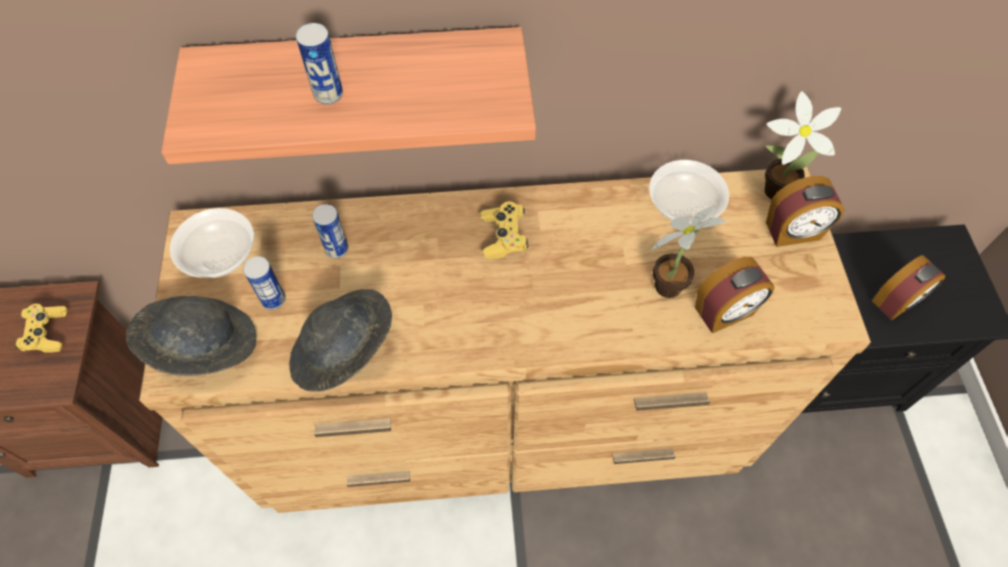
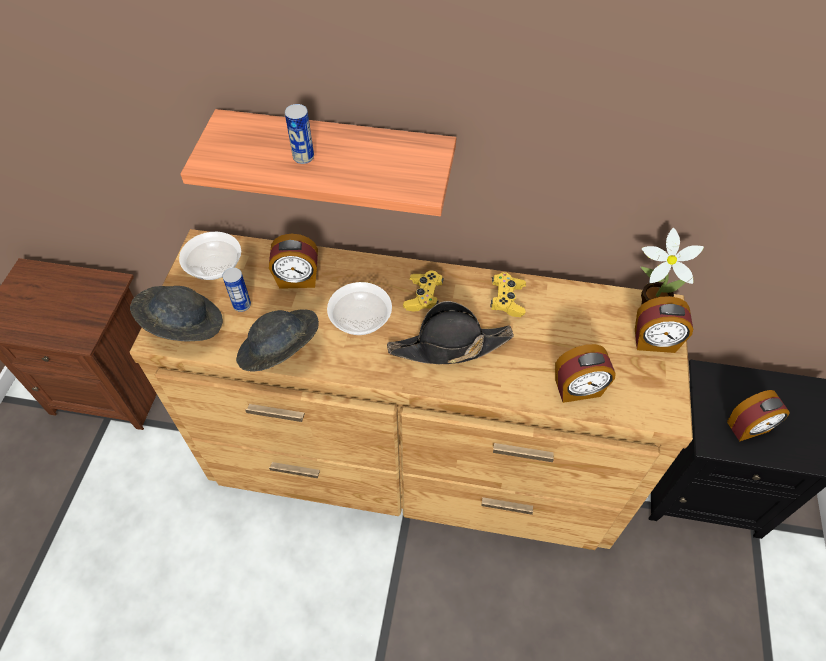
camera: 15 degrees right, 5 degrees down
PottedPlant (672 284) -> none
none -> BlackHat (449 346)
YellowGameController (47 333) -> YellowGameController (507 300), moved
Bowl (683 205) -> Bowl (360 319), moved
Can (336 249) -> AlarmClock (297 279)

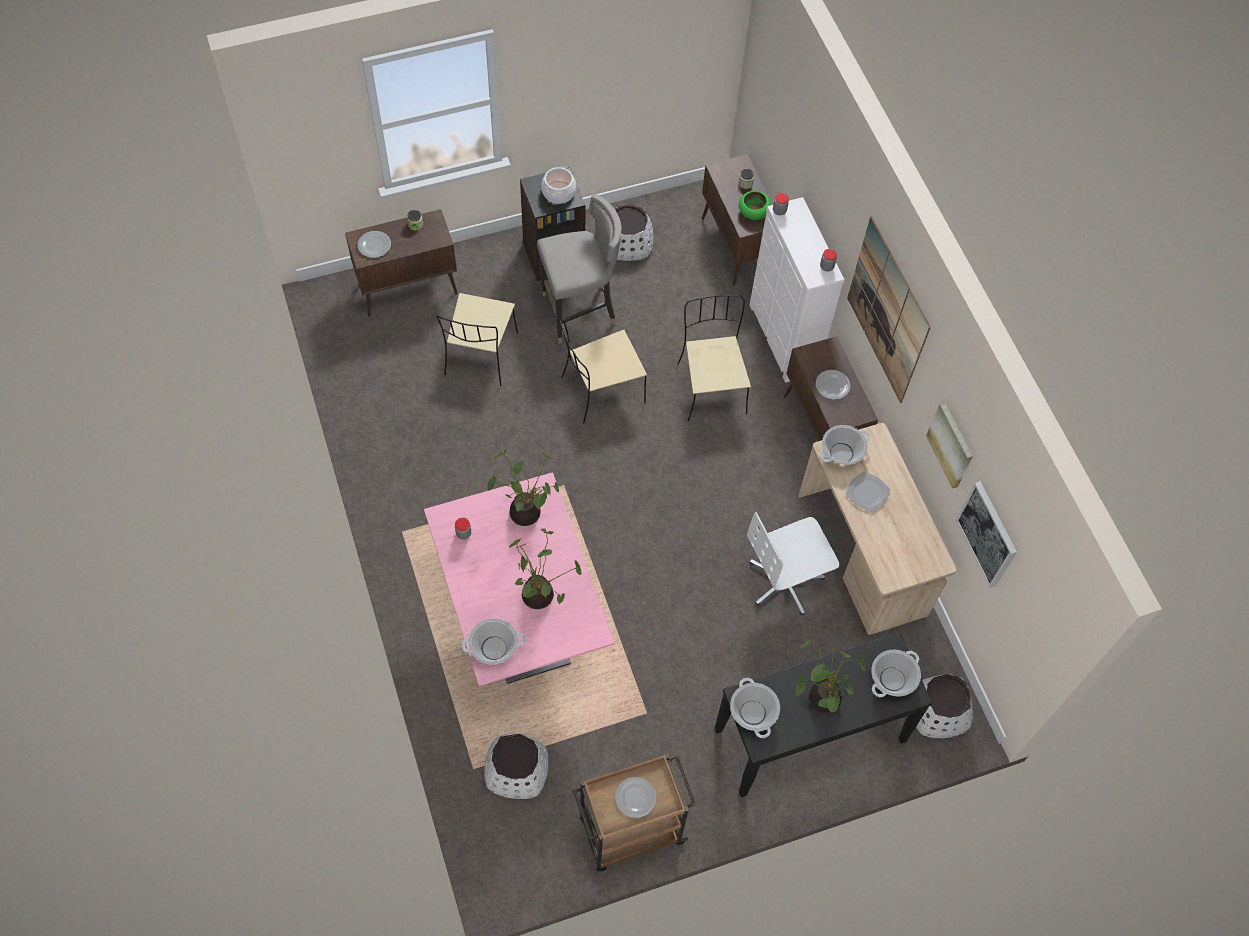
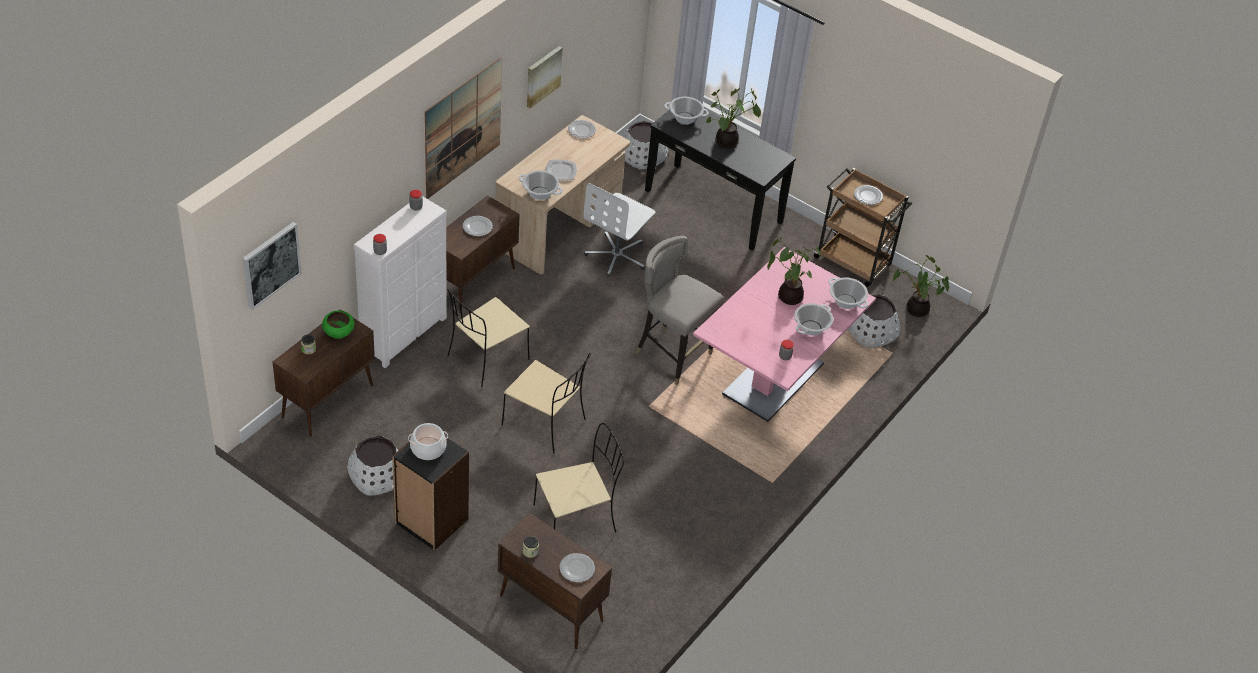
camera: 125 degrees left, 15 degrees down
none -> Plate (581 130)
PottedPlant (526 511) -> PottedPlant (915 310), moved
GreyStool (580 312) -> GreyStool (672 355), moved
CookingPot (753 712) -> CookingPot (811 327), moved
Picture (988 534) -> Picture (270 264), moved
WhiteOfficeChair (785 582) -> WhiteOfficeChair (617 256), 90 degrees clockwise

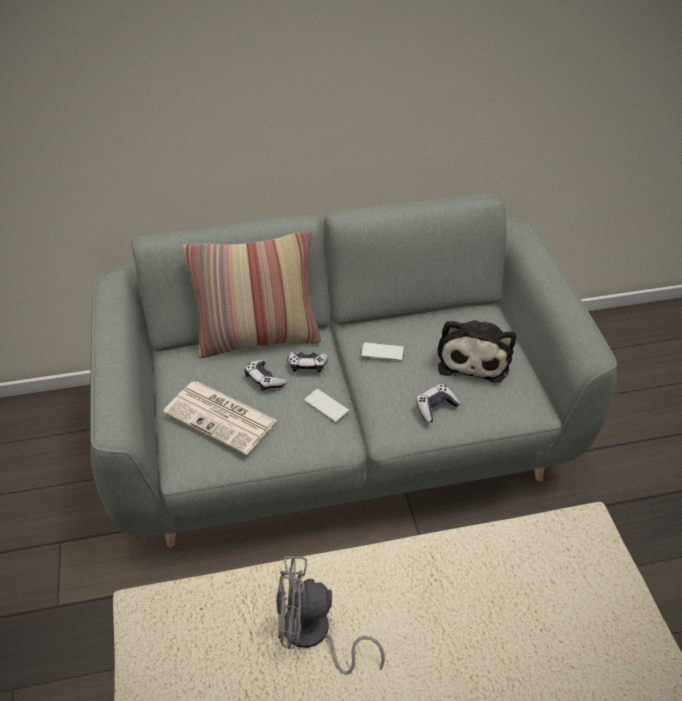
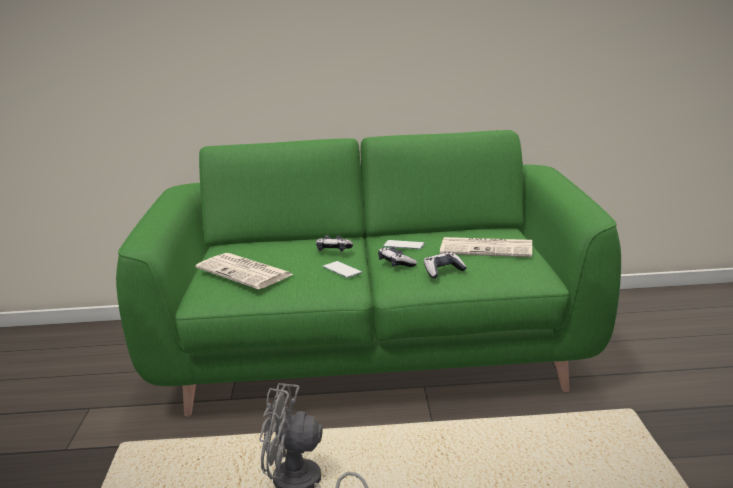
camera: 10 degrees right, 25 degrees down
Pillow (258 338) -> none
GameController (264 380) -> GameController (396 263), moved
PlushToy (473 357) -> Newspaper (487 248)
GreySofa (340 437) -> GreenSofa (371 355)

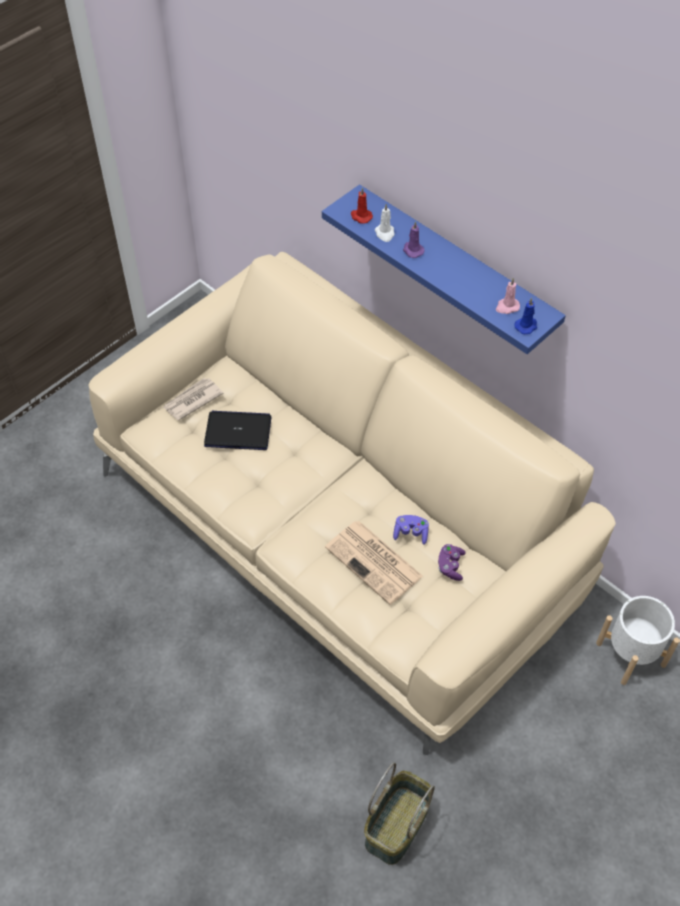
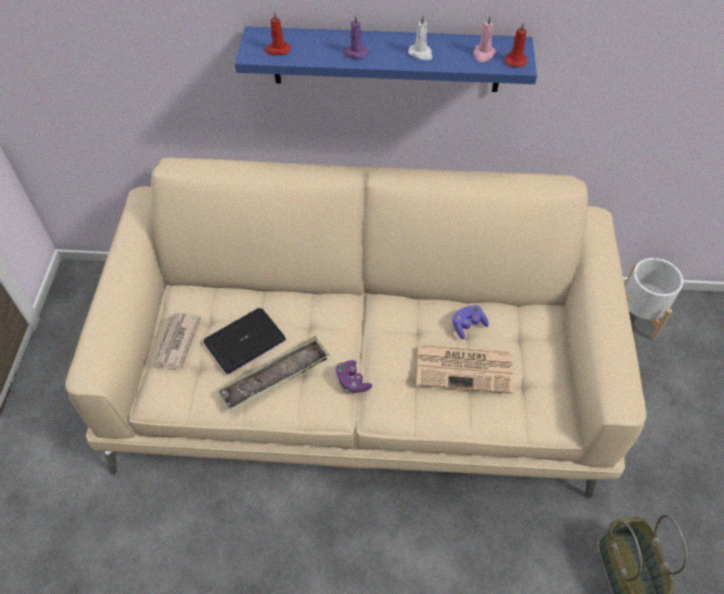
camera: 40 degrees left, 0 degrees up
none -> Tray (275 377)
WhiteCandle (385 234) -> WhiteCandle (421 53), moved
PurpleGameController (450 566) -> PurpleGameController (352 381), moved
BlueCandle (526 326) -> RedCandle (515 60)

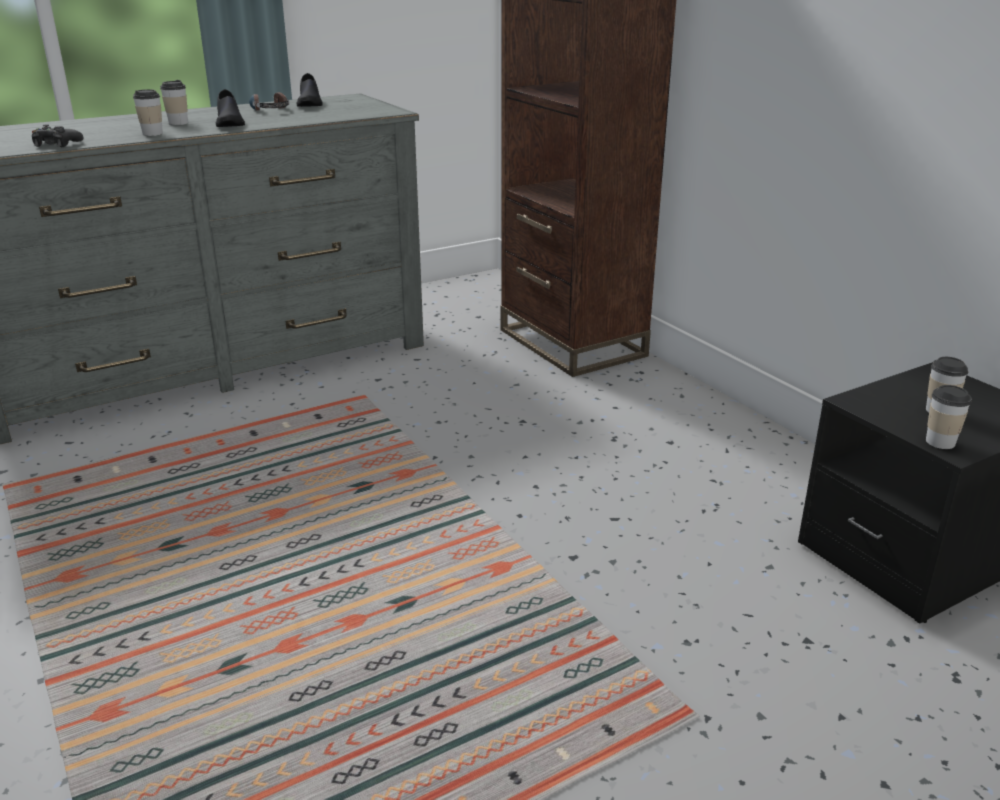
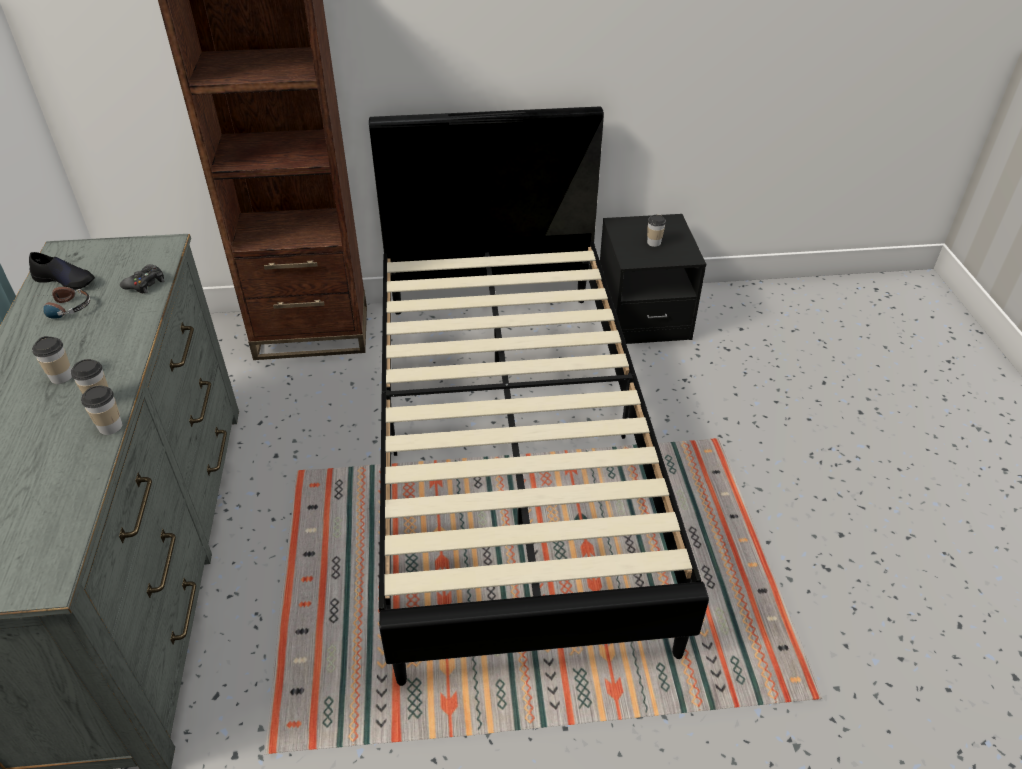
camera: 65 degrees left, 15 degrees up
BlackShoe (230 123) -> none
none -> BlackBed (511 447)
BlackGameController (56 144) -> BlackGameController (145 284), moved
Cup (940 442) -> Cup (110 427), moved

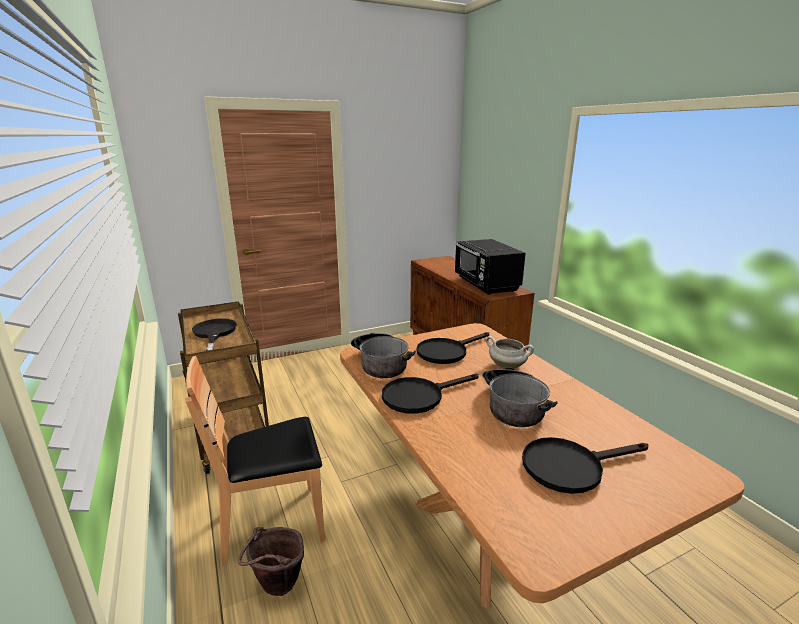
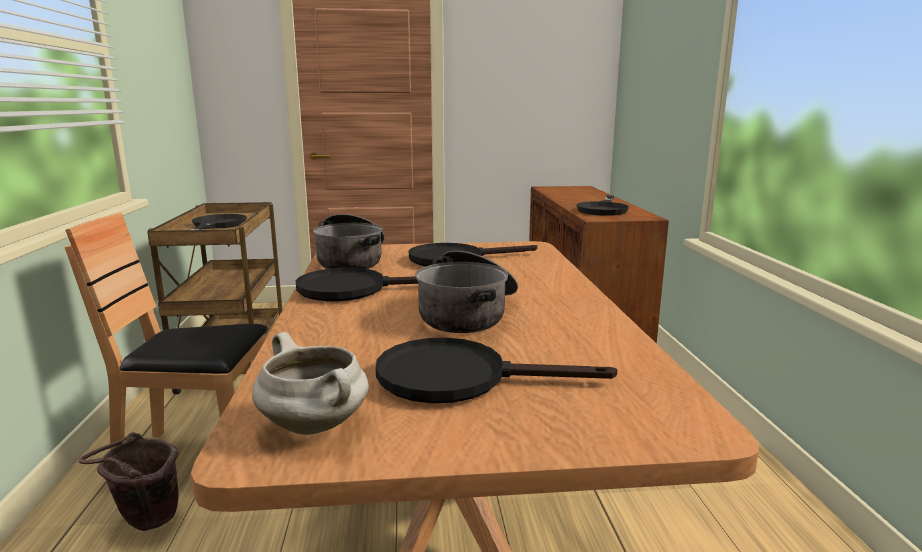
camera: 20 degrees right, 5 degrees down
WhiteCookingPot (507 366) -> WhiteCookingPot (317 425), moved
BlackMicrowave (486 285) -> BlackFryingPan (603 209)

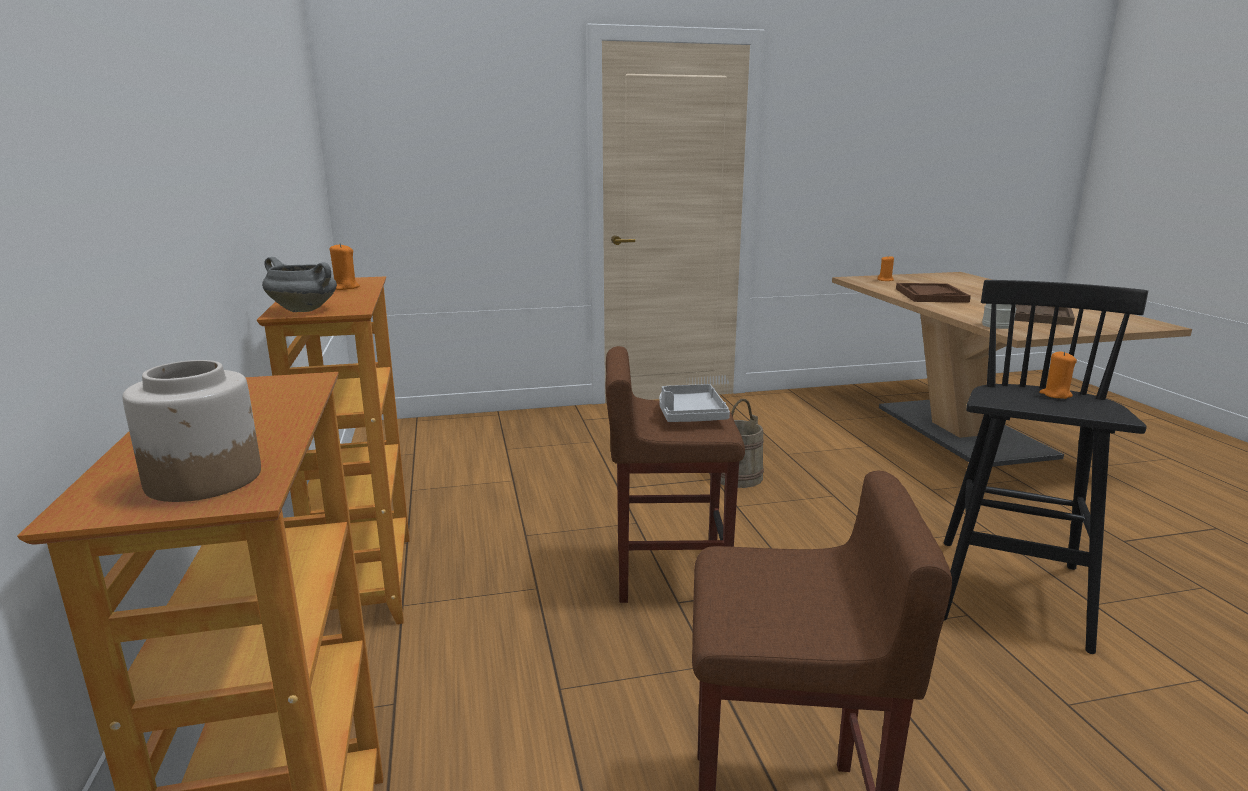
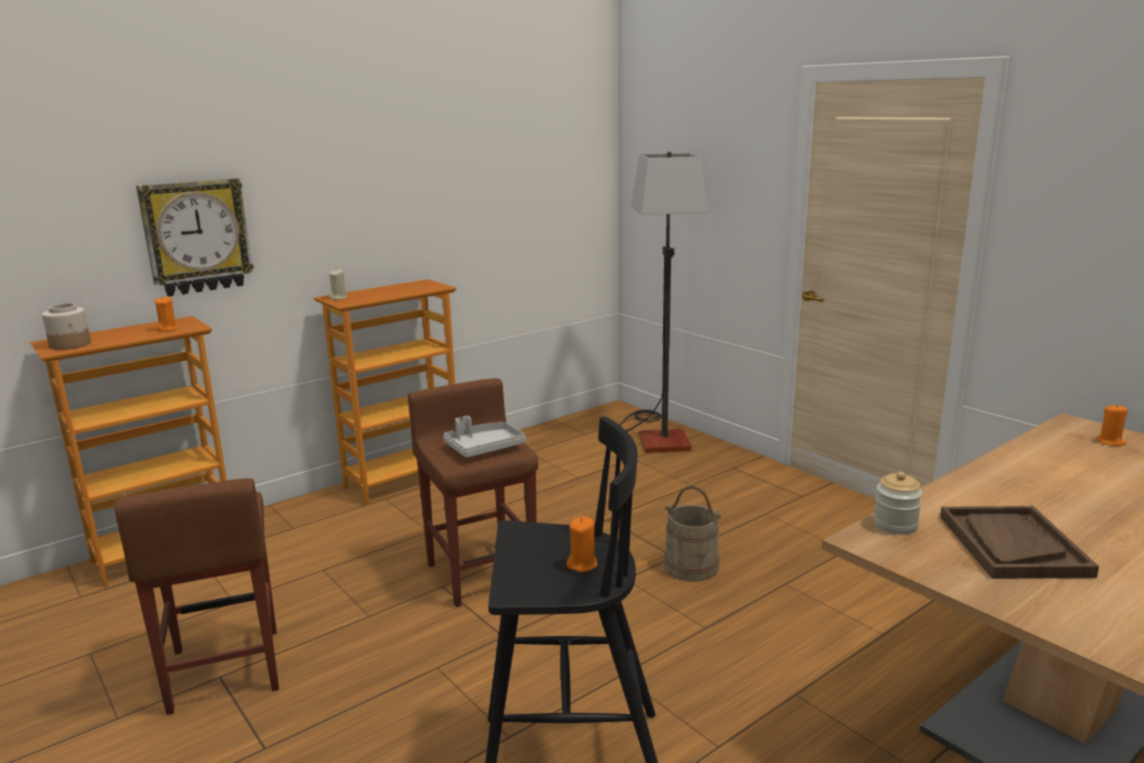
camera: 65 degrees right, 0 degrees up
BrownTray (930 295) -> none
none -> WallClock (196 236)
none -> FloorLamp (656 437)
OrangeCandle (345 288) -> OrangeCandle (168 329), moved
GreyCookingPot (305 310) -> BeigeCandle (339 298)

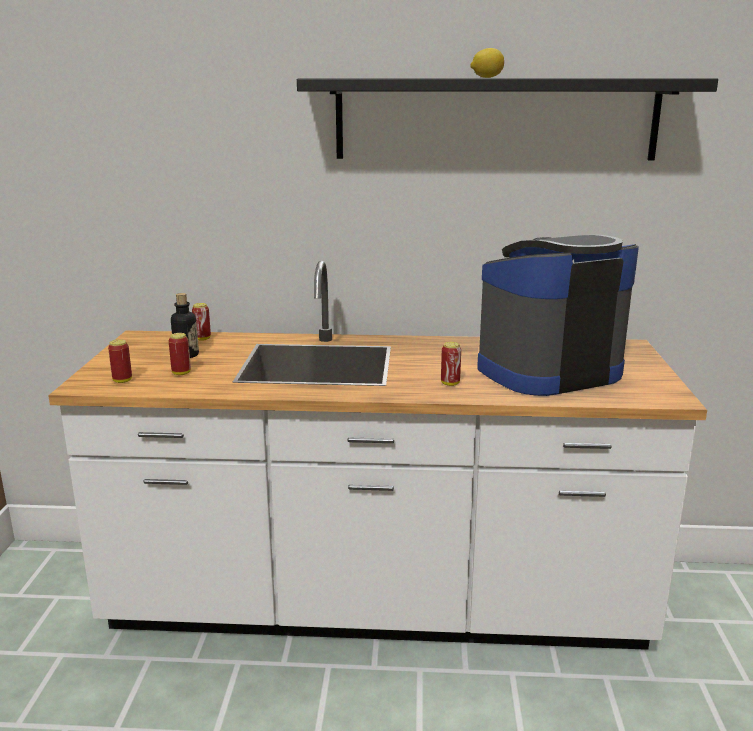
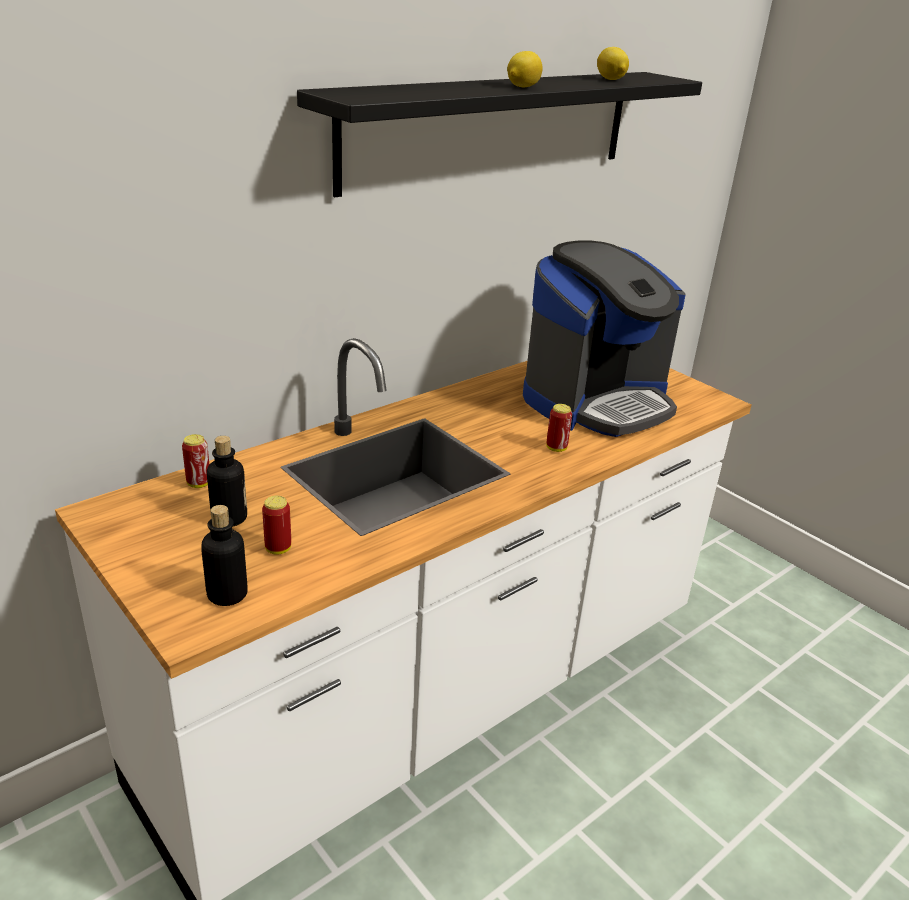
camera: 45 degrees left, 10 degrees up
none -> Lemon (611 79)
Can (122 381) -> Bottle (227 594)
CoffeeMachine (546 370) -> CoffeeMachine (597 402), 150 degrees counterclockwise

